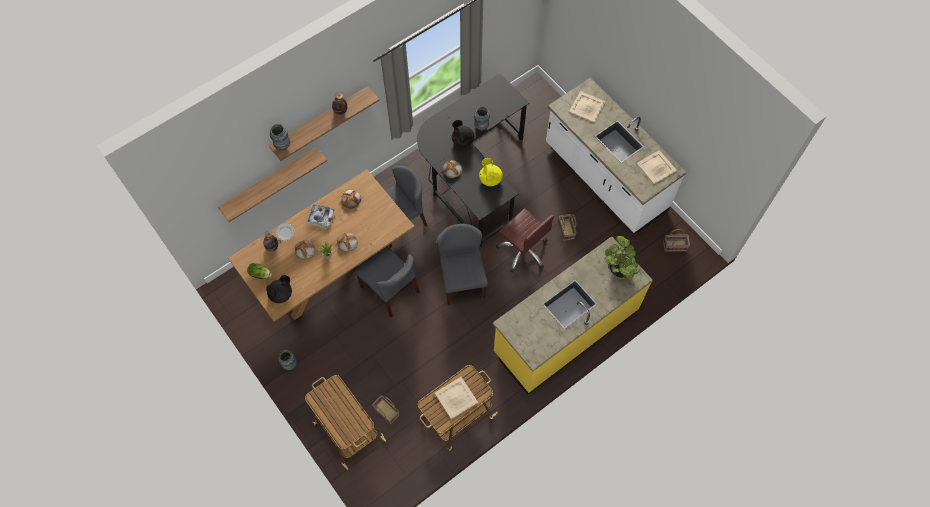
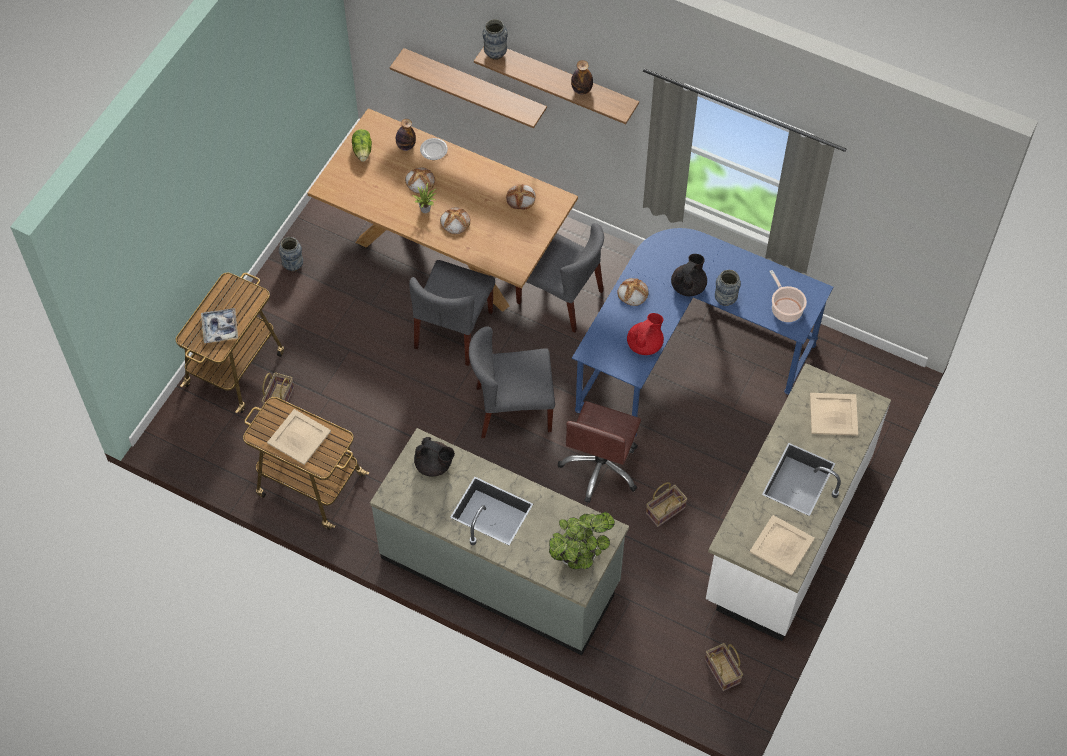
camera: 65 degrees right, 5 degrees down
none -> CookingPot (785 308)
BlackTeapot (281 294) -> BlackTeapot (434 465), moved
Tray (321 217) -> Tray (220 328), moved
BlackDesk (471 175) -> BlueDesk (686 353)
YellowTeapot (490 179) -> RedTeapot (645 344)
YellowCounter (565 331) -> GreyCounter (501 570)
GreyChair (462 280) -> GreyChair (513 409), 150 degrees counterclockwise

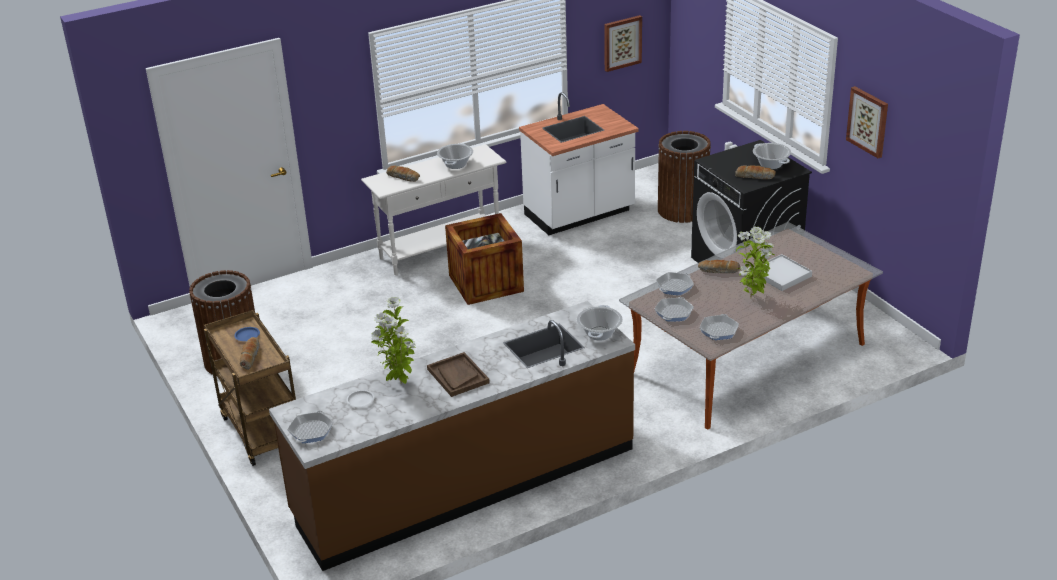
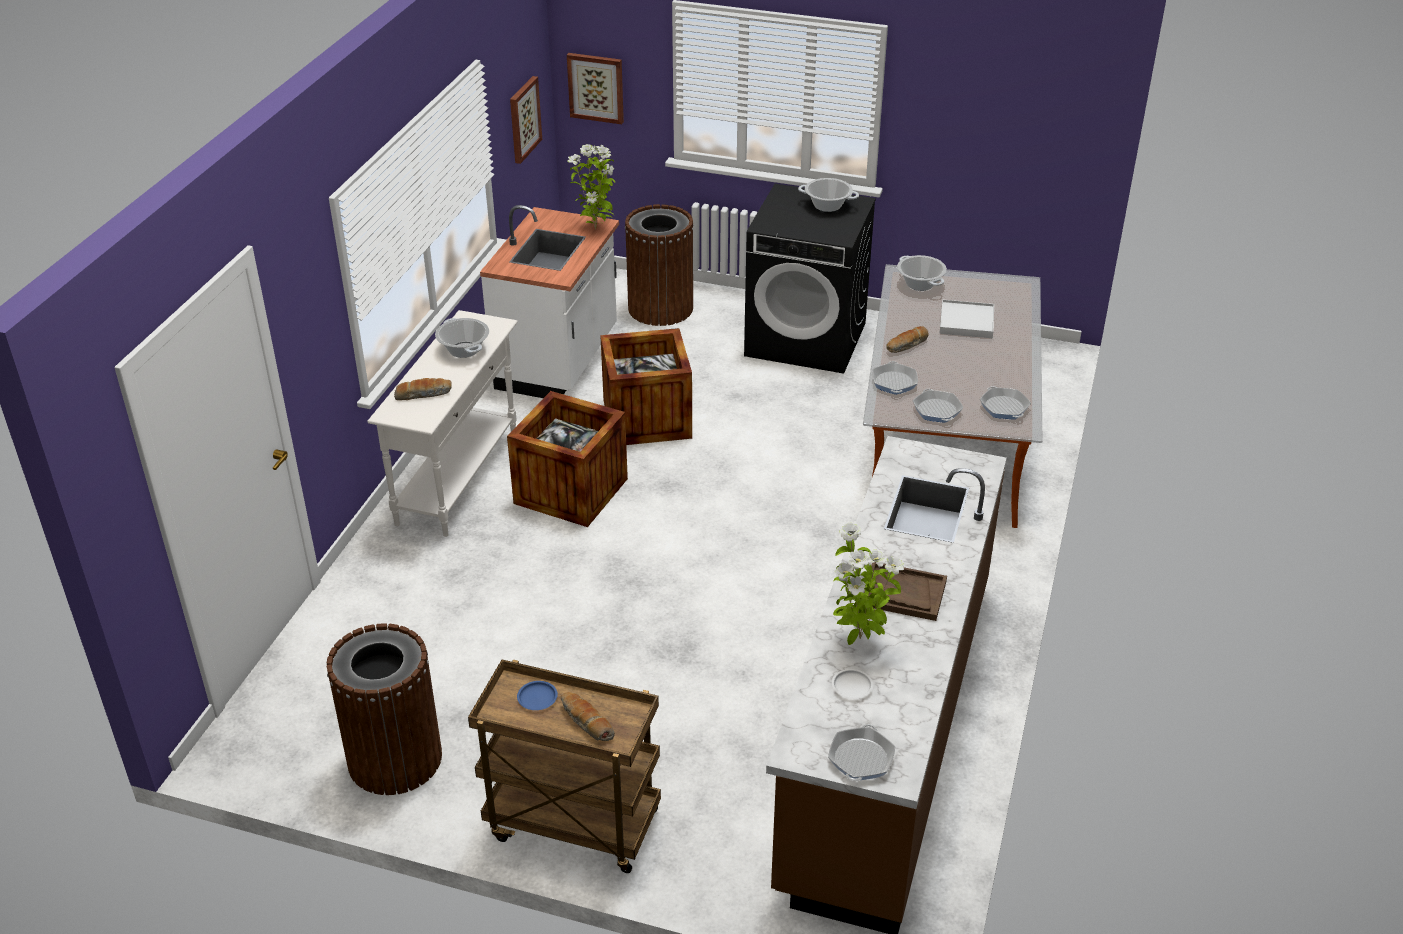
camera: 45 degrees left, 5 degrees up
Bread (755 176) -> none
none -> Crate (647 419)
CookingPot (599 333) -> CookingPot (920 284), moved
PottedPlant (752 298) -> PottedPlant (596 229), moved
Picture (868 121) -> Picture (596 87), moved
FryingPan (311 431) -> FryingPan (861 758), 45 degrees clockwise

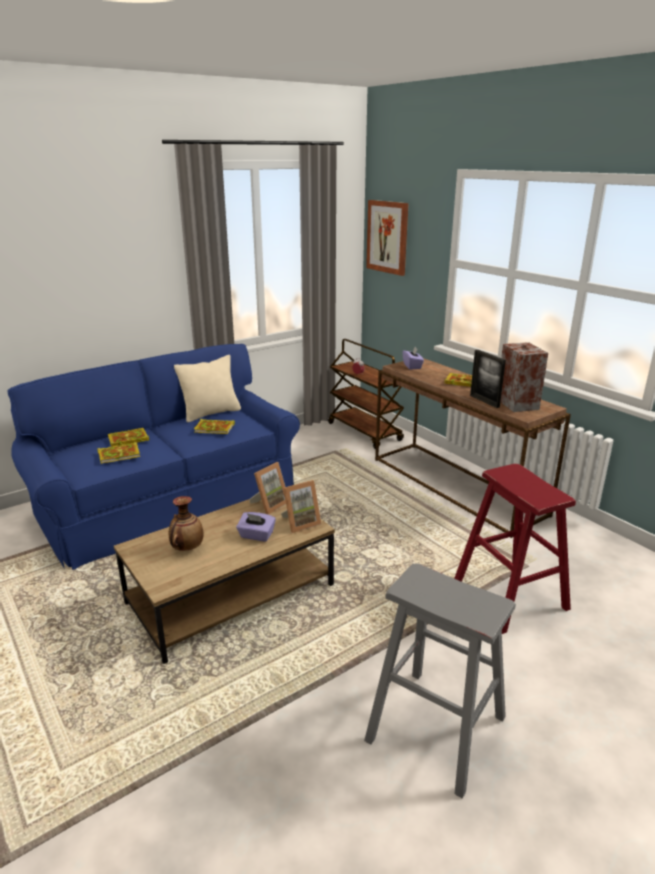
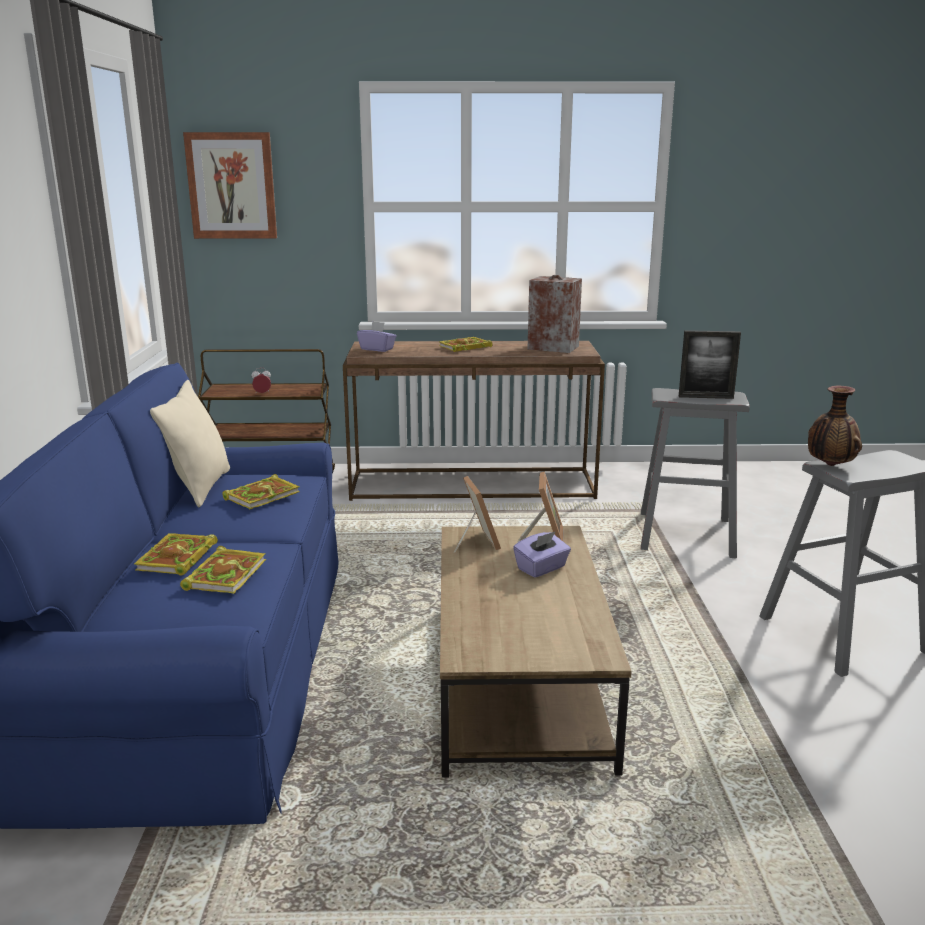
camera: 55 degrees left, 5 degrees down
Vase (187 548) -> Vase (829 465), moved
PictureFrame (484 401) -> PictureFrame (705 397), moved
RedStool (509 596) -> GreyStool (686 534)

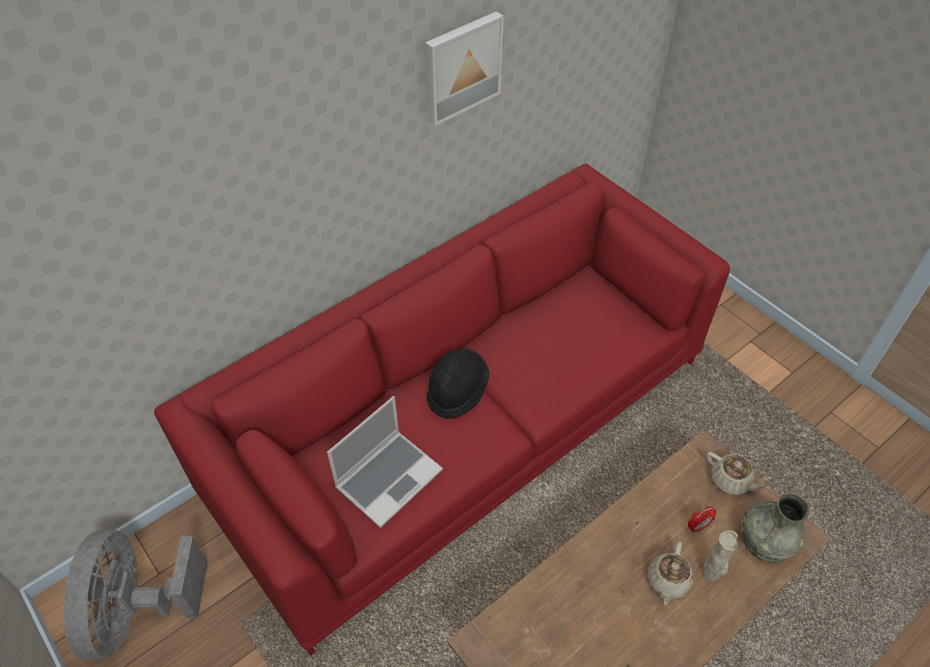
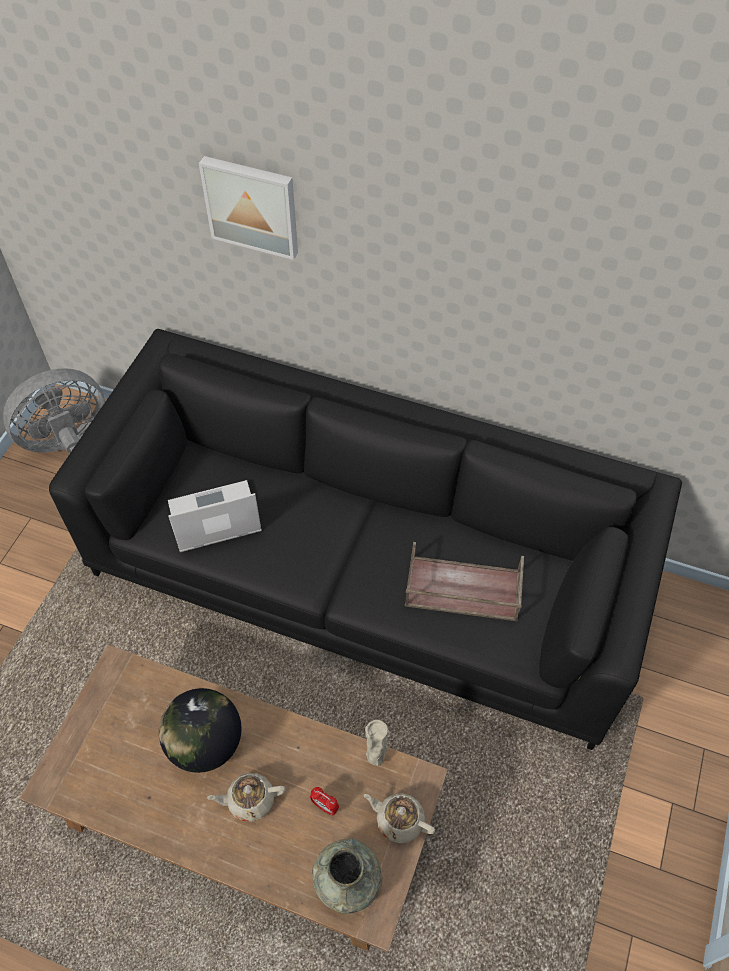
camera: 60 degrees right, 5 degrees up
BlackHat (457 391) -> none
none -> Globe (206 743)
none -> BrownTray (461 589)
Picture (461 67) -> Picture (252 205), moved
BeigeVase (712 573) -> BeigeVase (376 758), moved
RedSofa (464 427) -> BlackSofa (365 574)
Laptop (389 477) -> Laptop (214 519), 150 degrees clockwise
BeigeTeapot (731 481) -> BeigeTeapot (399 820), 105 degrees clockwise

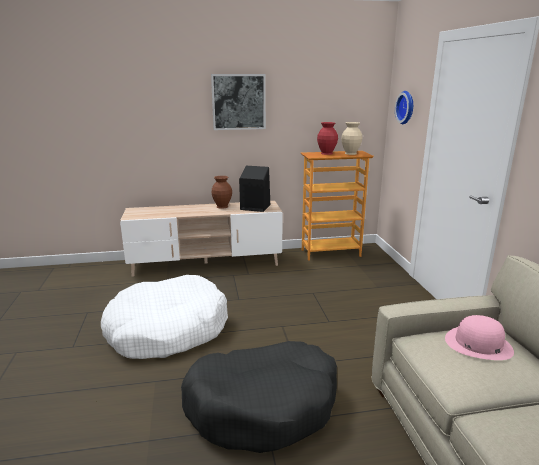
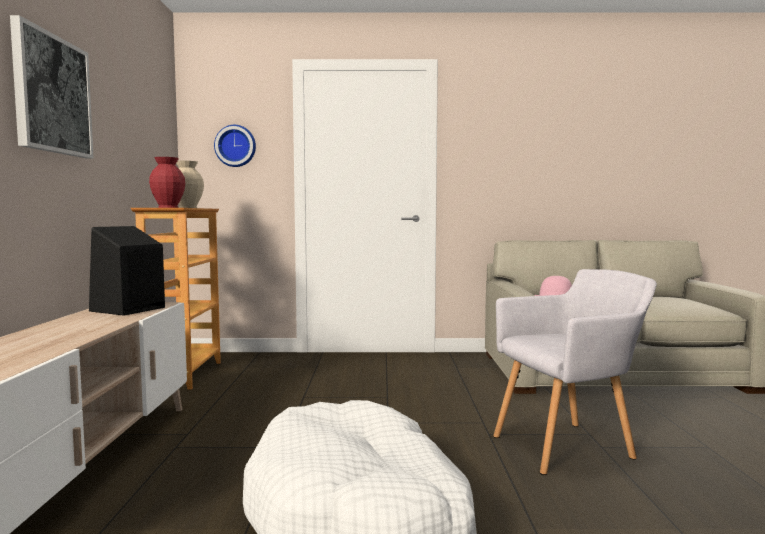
camera: 80 degrees left, 15 degrees down
BrownVase (222 206) -> none
BlackDogBed (263 405) -> GreyArmchair (568 446)

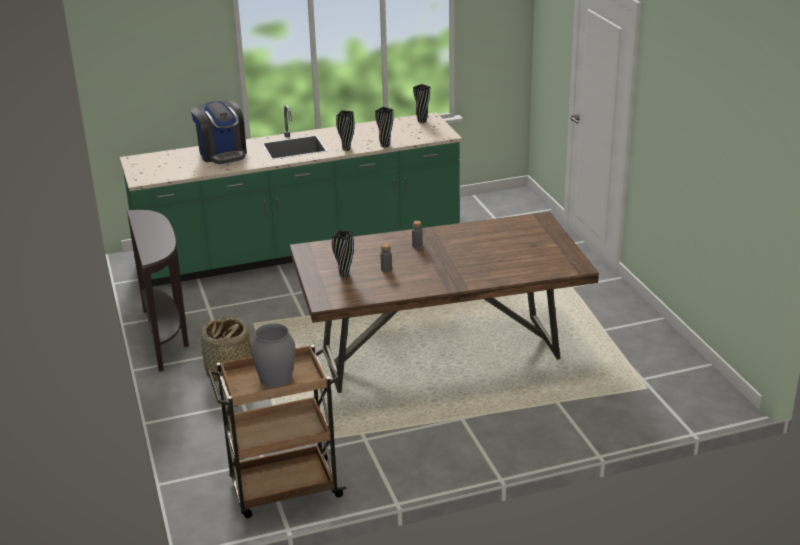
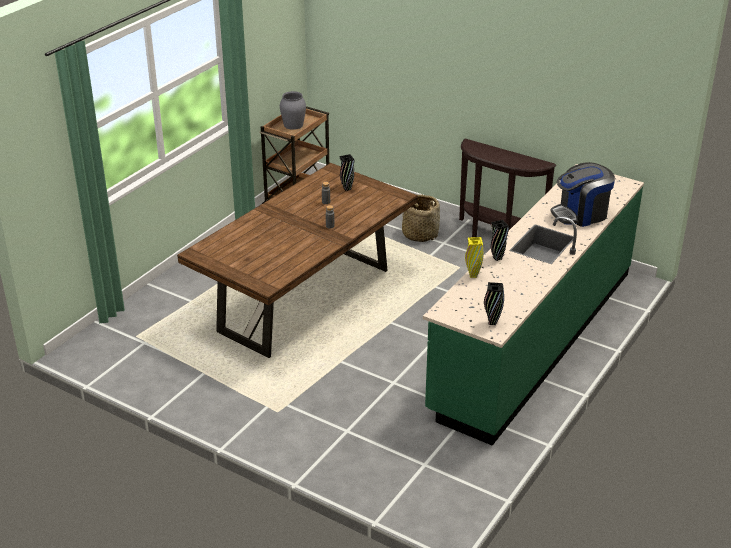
camera: 140 degrees right, 5 degrees up
BlackVase (385 146) -> YellowVase (473 275)
CoffeeMachine (222 153) -> CoffeeMachine (581 214), 45 degrees counterclockwise

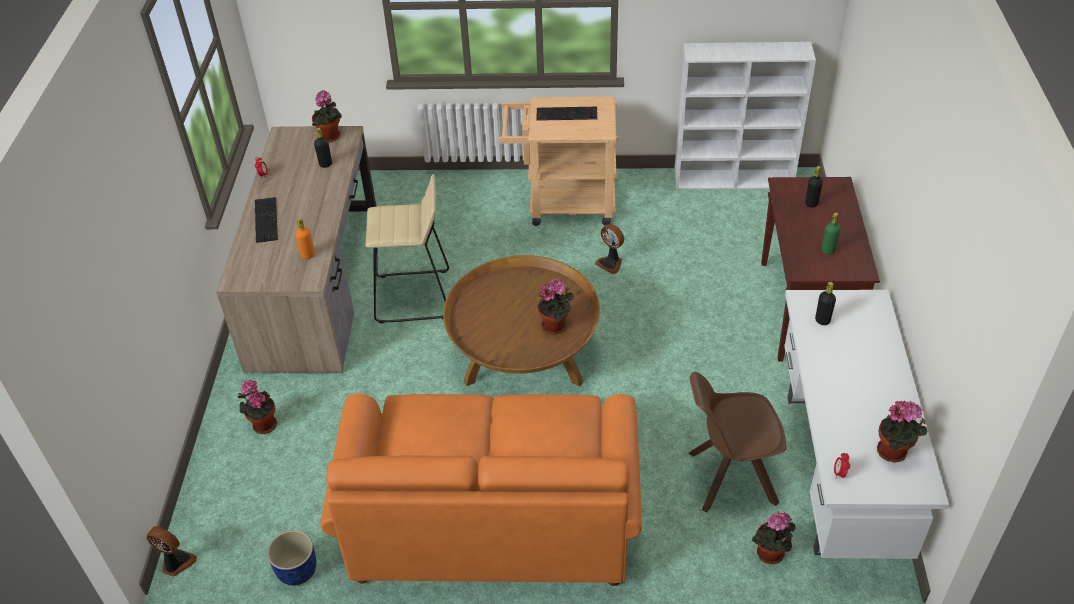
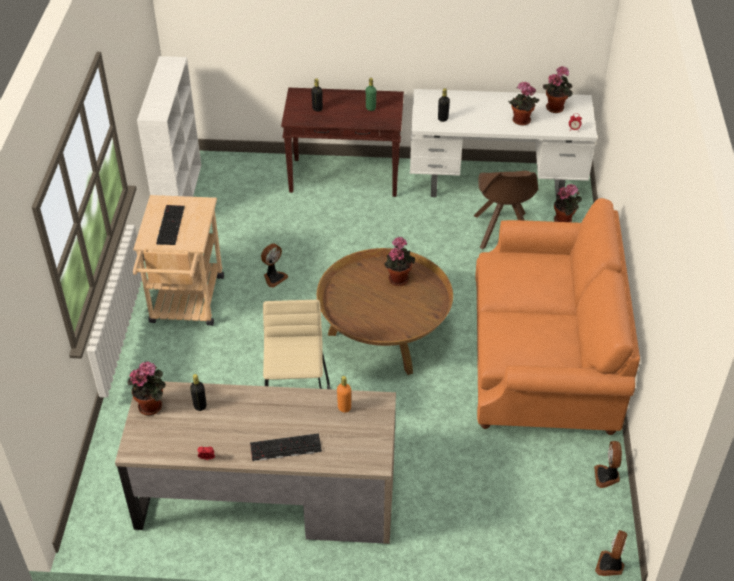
camera: 90 degrees left, 0 degrees up
PottedPlant (263 424) -> PottedPlant (520 121), moved
BluePlanter (296 571) -> Fan (607 476)

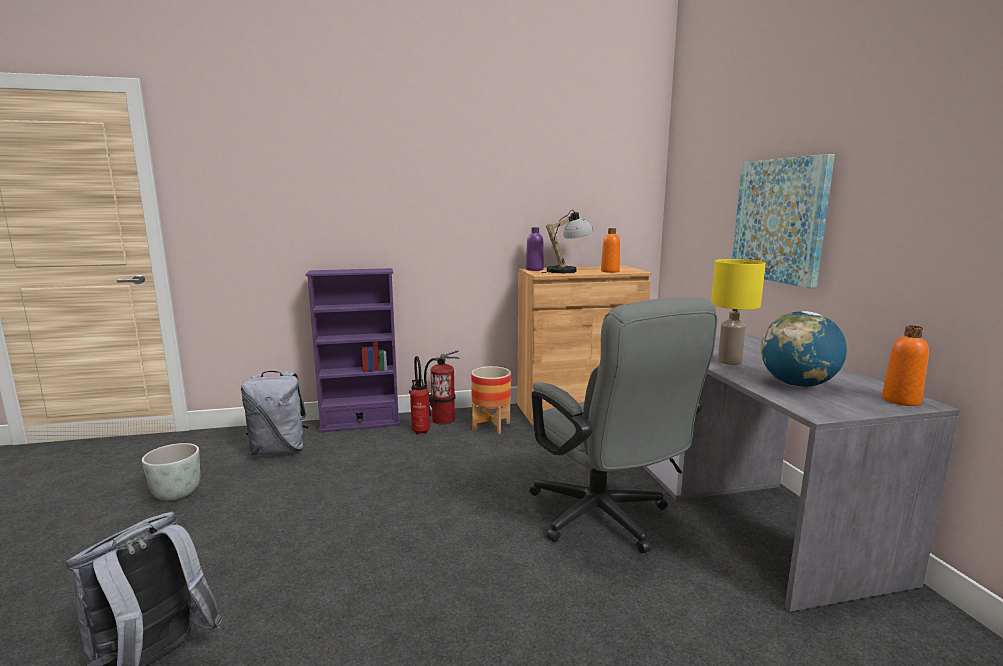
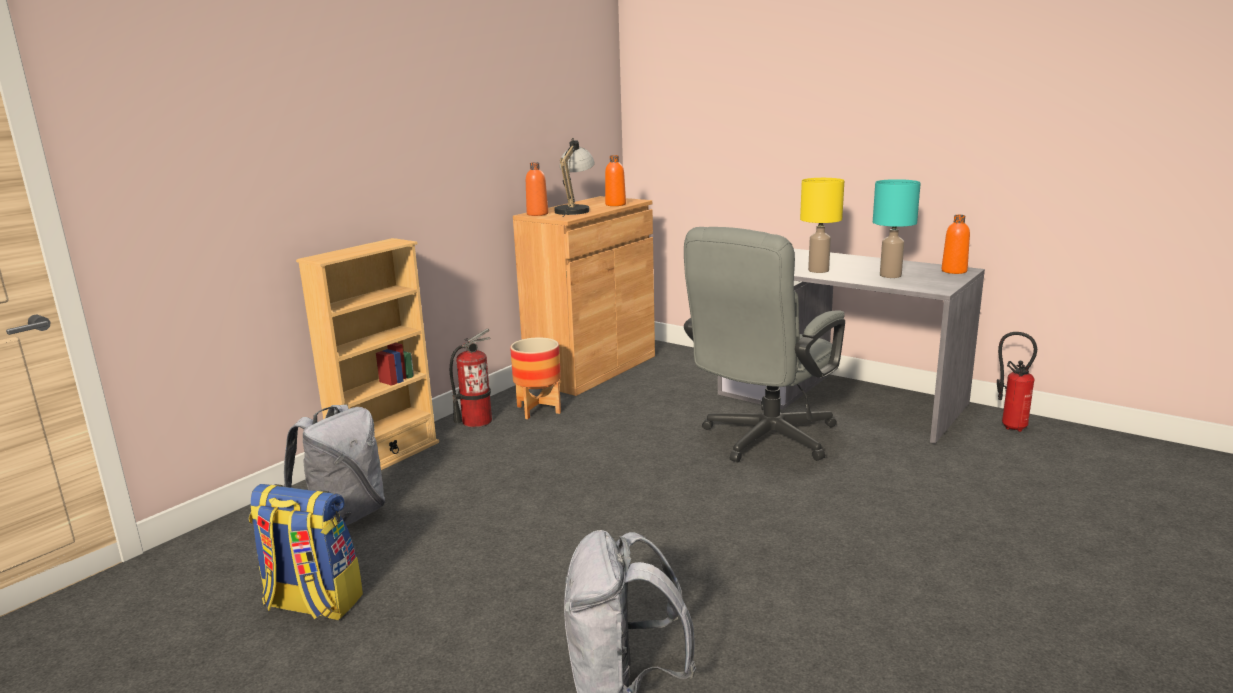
camera: 40 degrees left, 5 degrees up
Picture (779 220) -> none
FireExtinguisher (421 430) -> FireExtinguisher (1009 426), moved
GreyPlanter (176 493) -> Backpack (312 603)
Globe (797 385) -> TurquoiseTableLamp (890 275)
PurpleBookcase (360 423) -> BeigeBookcase (386 457)
PurpleBottle (534 269) -> OrangeBottle (537 214)
GreyOfficeChair (606 520) -> GreyOfficeChair (762 441), 105 degrees clockwise

